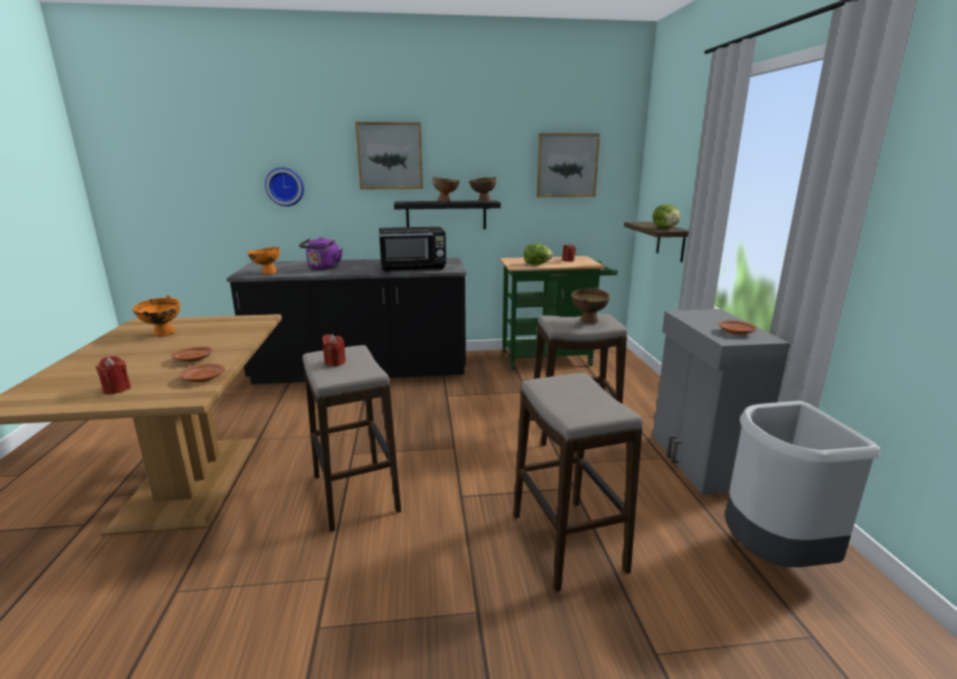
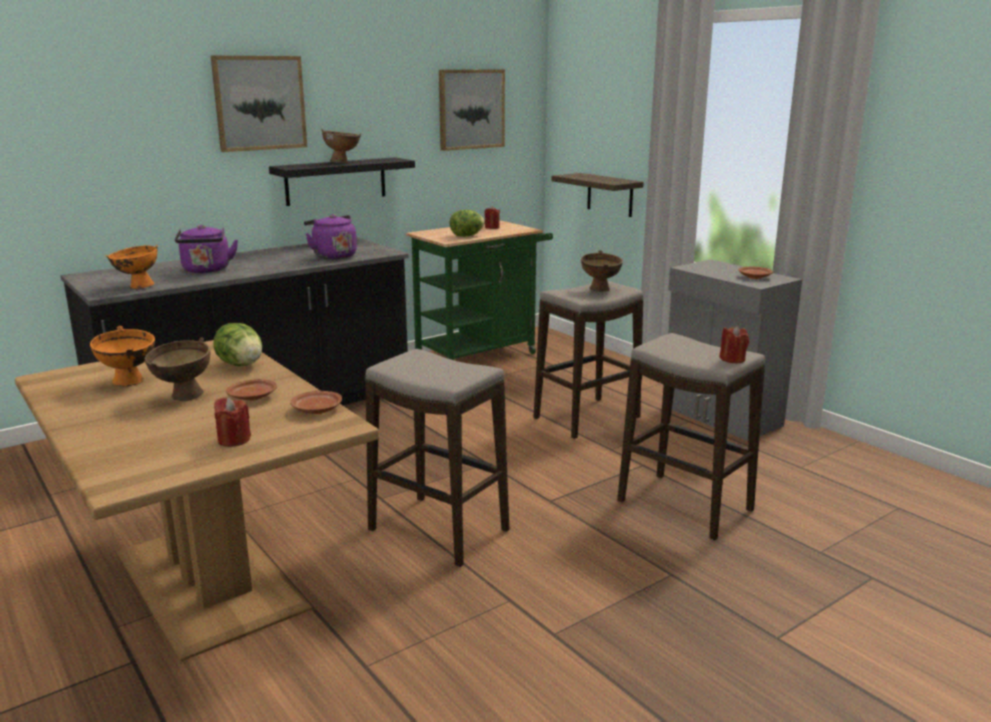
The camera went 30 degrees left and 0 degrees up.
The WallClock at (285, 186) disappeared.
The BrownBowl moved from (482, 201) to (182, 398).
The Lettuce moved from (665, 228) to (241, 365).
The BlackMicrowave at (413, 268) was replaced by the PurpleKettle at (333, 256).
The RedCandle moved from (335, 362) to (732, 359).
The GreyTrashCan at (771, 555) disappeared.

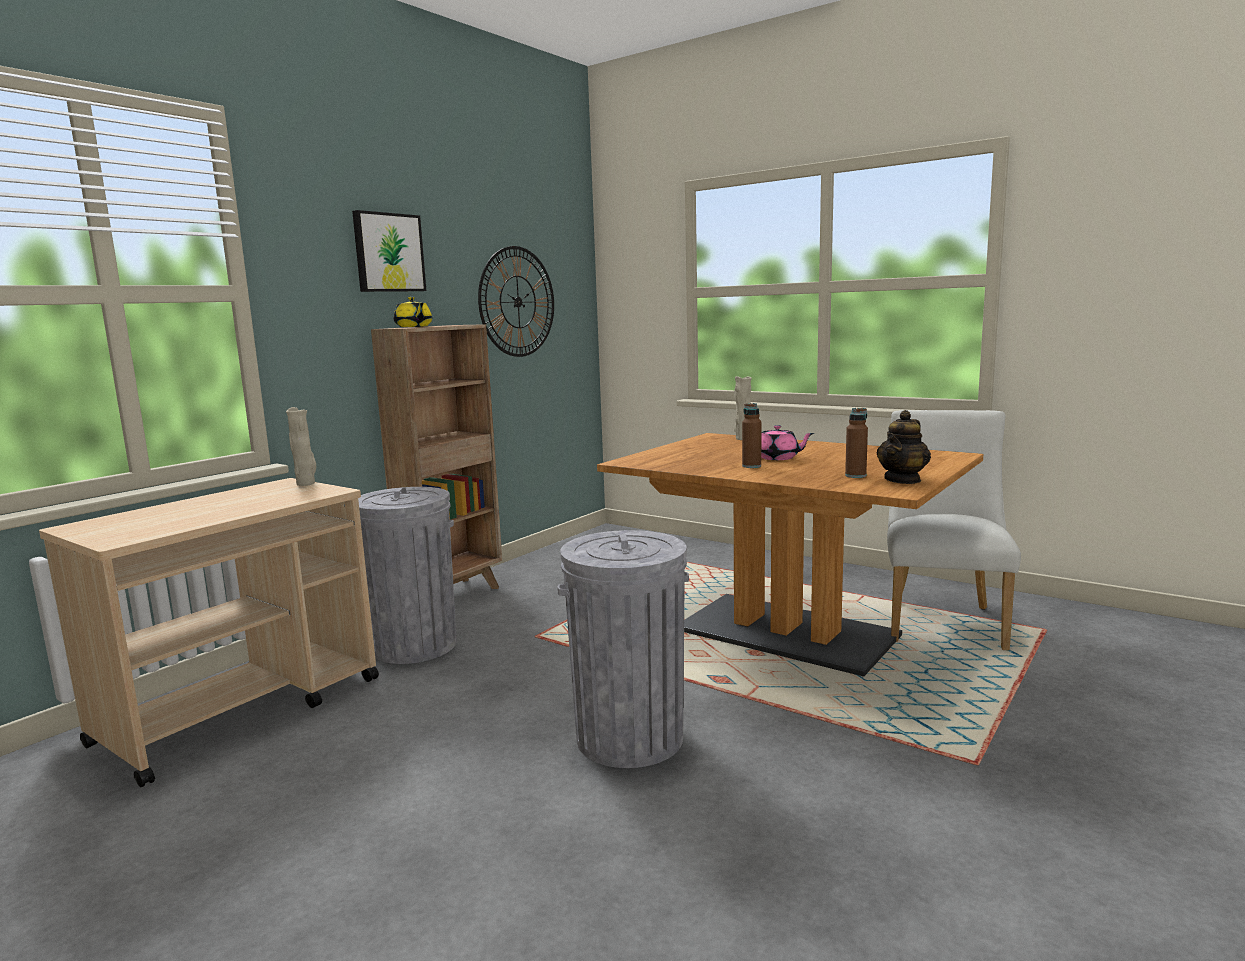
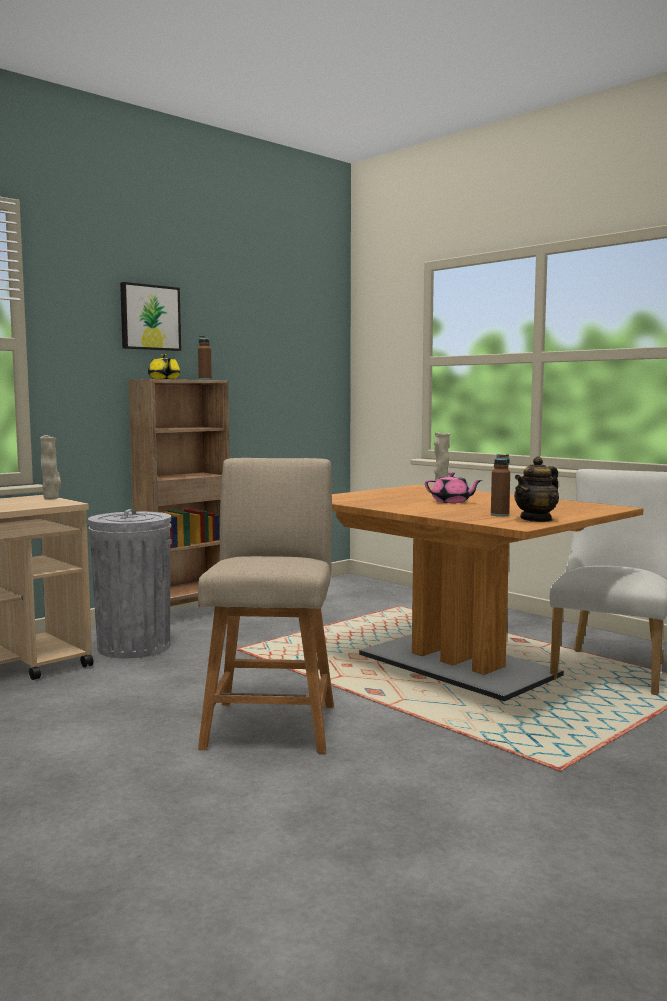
The camera went 10 degrees right and 5 degrees down.
The WallClock at (517, 302) disappeared.
The BrownBottle moved from (751, 466) to (205, 380).
The GreyTrashCan at (630, 737) was replaced by the BeigeChair at (271, 723).

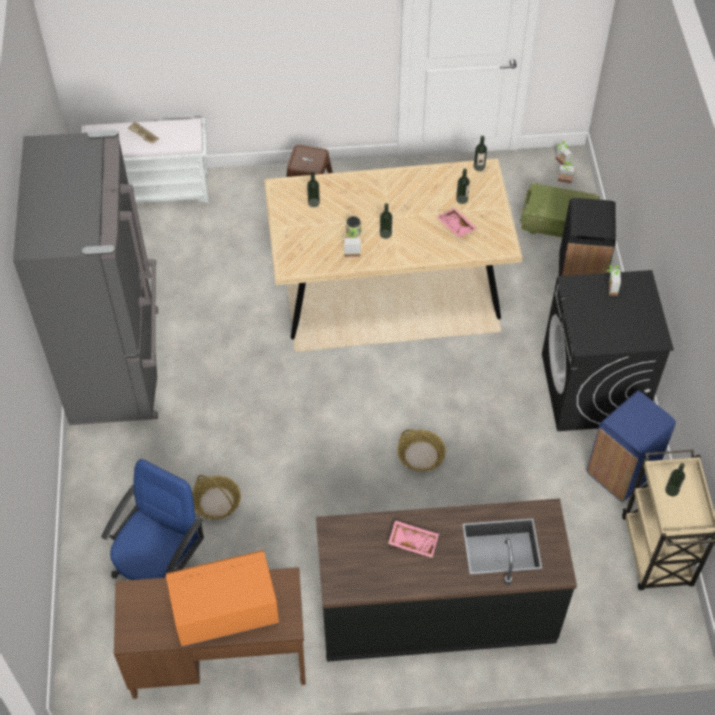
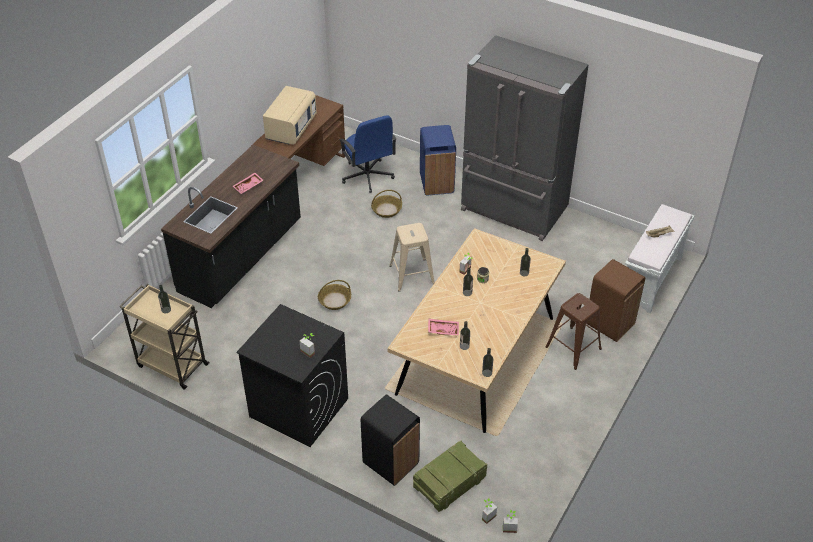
The camera went 125 degrees right and 10 degrees down.
The BlueTrashCan moved from (620, 472) to (437, 183).
The OrangeMicrowave at (225, 611) became the BeigeMicrowave at (291, 128).
The BeigeStool at (411, 274) appeared.
The BrownTrashCan at (610, 324) appeared.

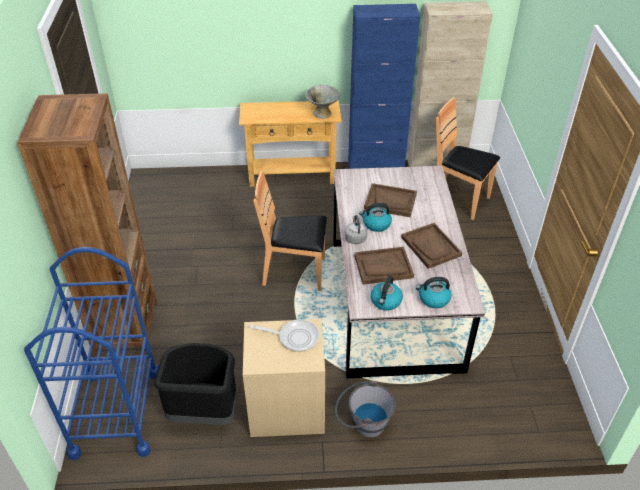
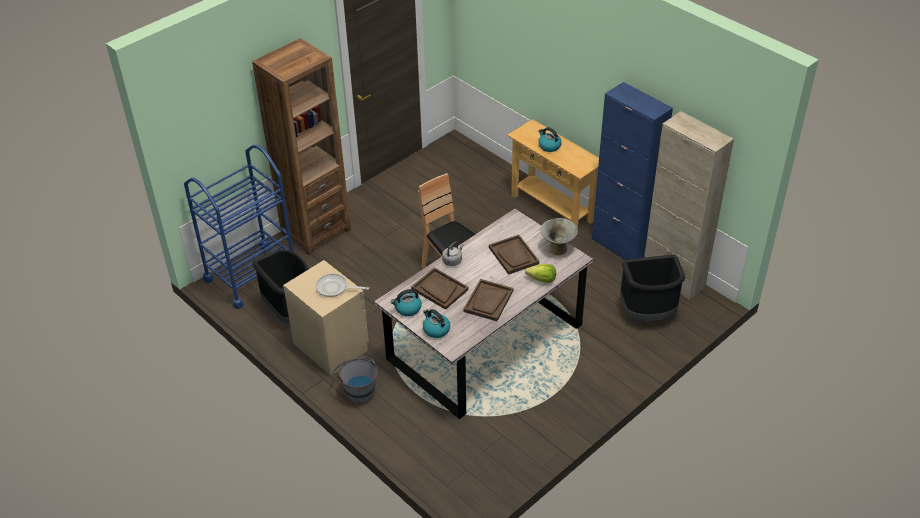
The camera went 50 degrees right and 0 degrees up.
The GreyBowl moved from (322, 113) to (558, 248).
The BrownChair at (458, 200) was replaced by the BlackTrashCan at (648, 314).
The Kettle moved from (376, 224) to (549, 146).
The FryingPan at (295, 337) turned 135 degrees clockwise.
The Lettuce at (542, 280) appeared.

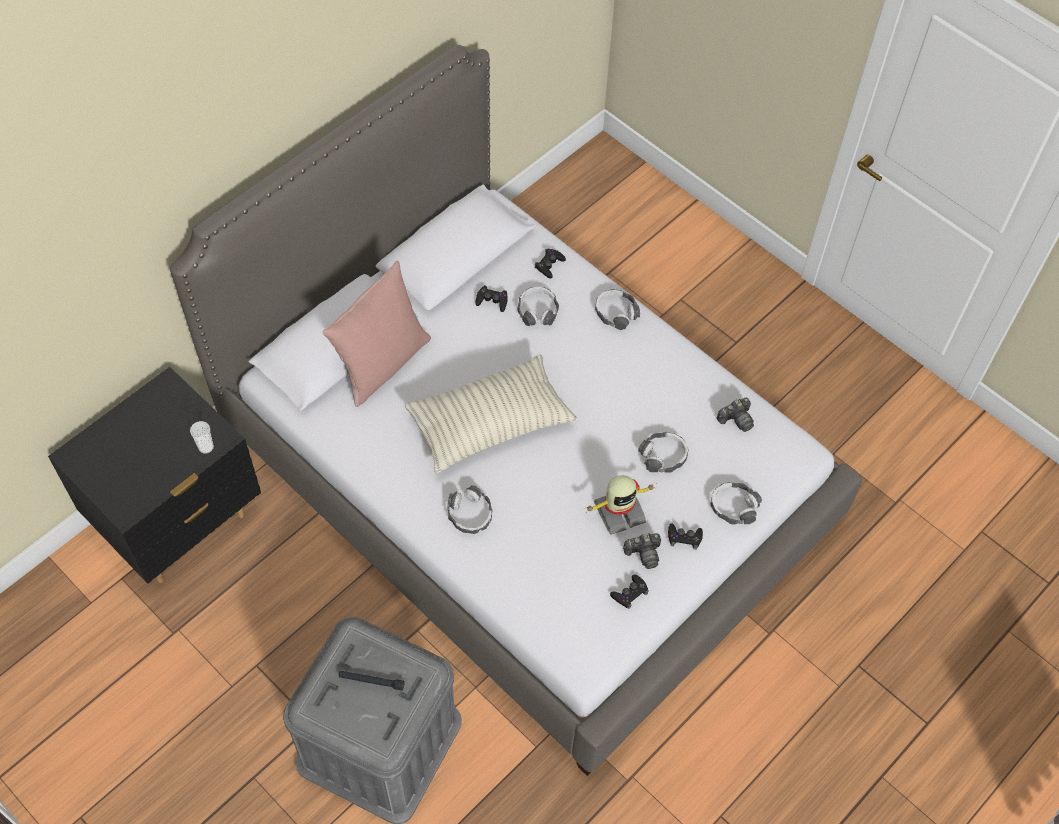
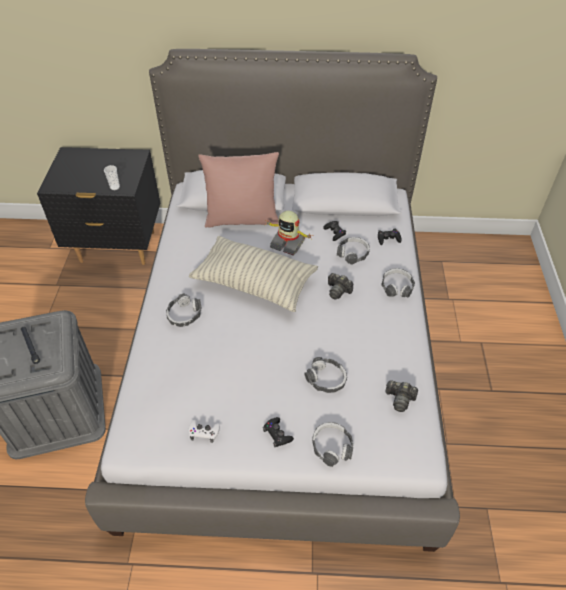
The camera went 50 degrees right and 10 degrees down.
The ToyRobot moved from (618, 511) to (288, 243).
The PhotoCamera moved from (643, 553) to (338, 291).
The BlackGameController at (629, 593) became the WhiteGameController at (204, 432).

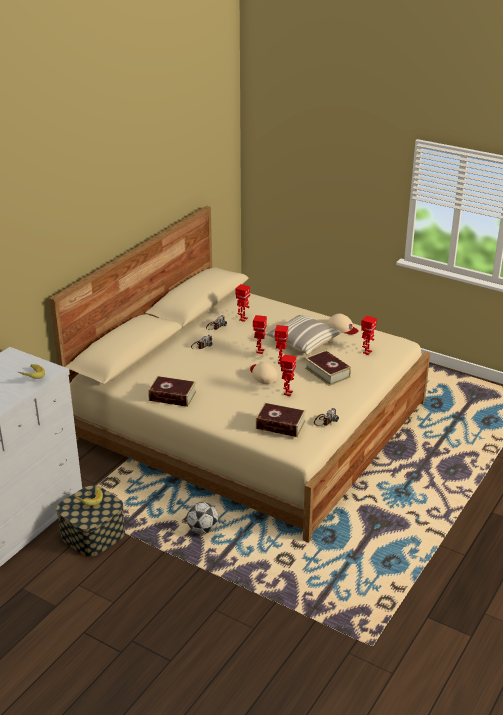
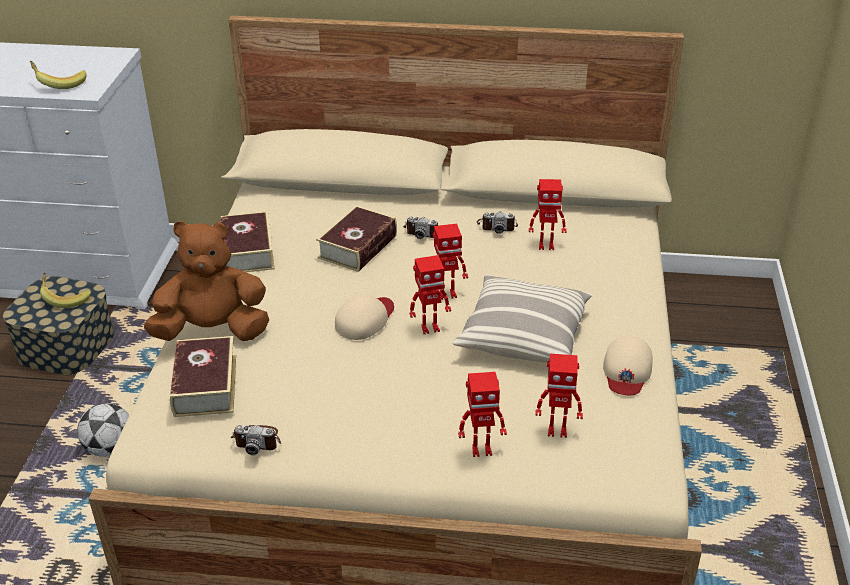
The camera went 65 degrees right and 5 degrees up.
The Book moved from (327, 372) to (358, 247).
The ToyRobot moved from (287, 393) to (481, 450).
The BrownPlushToy at (213, 331) appeared.

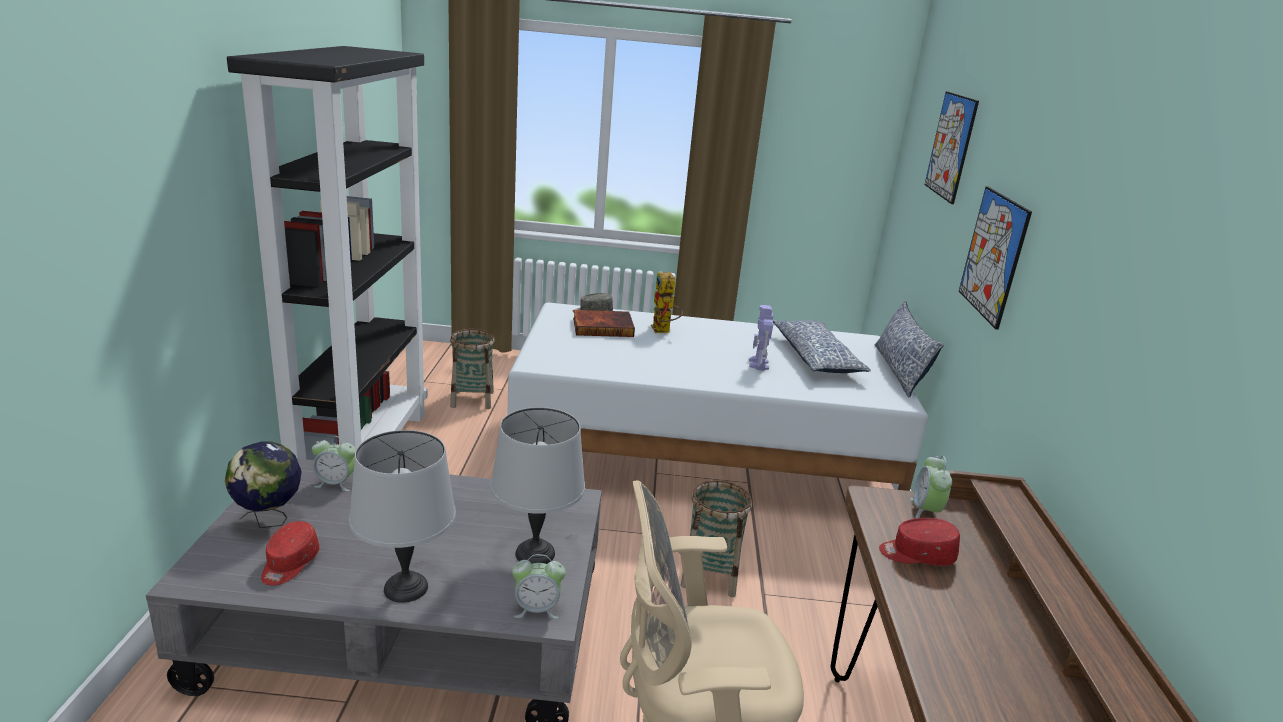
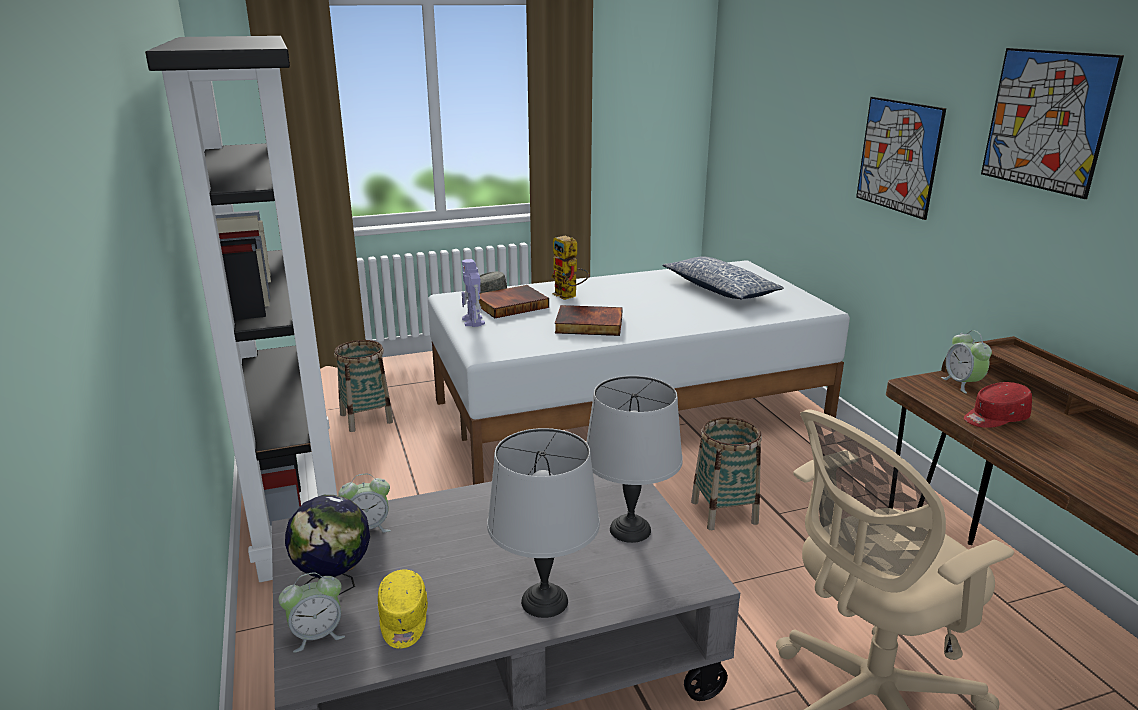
The camera went 20 degrees left and 0 degrees up.
The Picture moved from (950, 146) to (1046, 120).
The Pillow at (899, 370) disappeared.
The ToyRobot moved from (758, 364) to (473, 321).
The RedCap at (289, 564) became the YellowCap at (403, 620).
The AlarmClock moved from (537, 609) to (317, 635).
The Book at (588, 325) appeared.

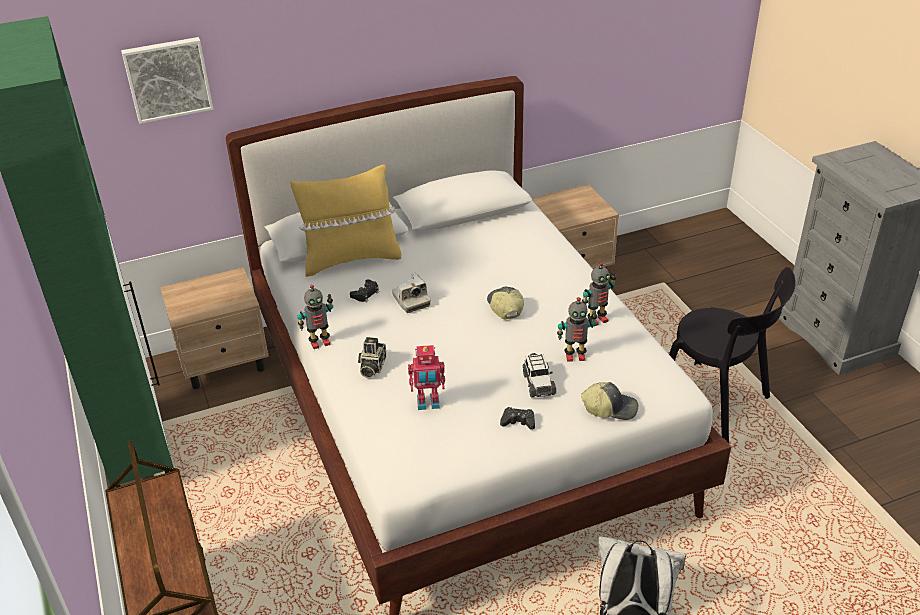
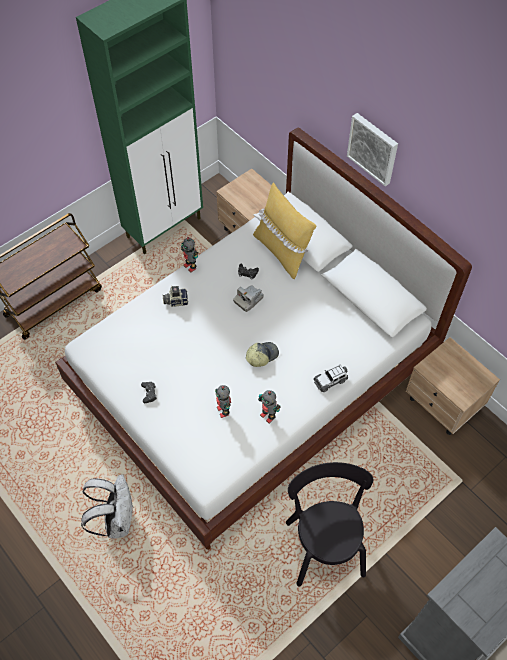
The camera went 70 degrees right and 20 degrees up.
The Picture moved from (167, 79) to (373, 148).
The BlackChair at (716, 405) turned 150 degrees clockwise.
The ToyRobot at (428, 404) disappeared.
The ToyCar moved from (538, 383) to (330, 380).
The Cap at (610, 408) disappeared.

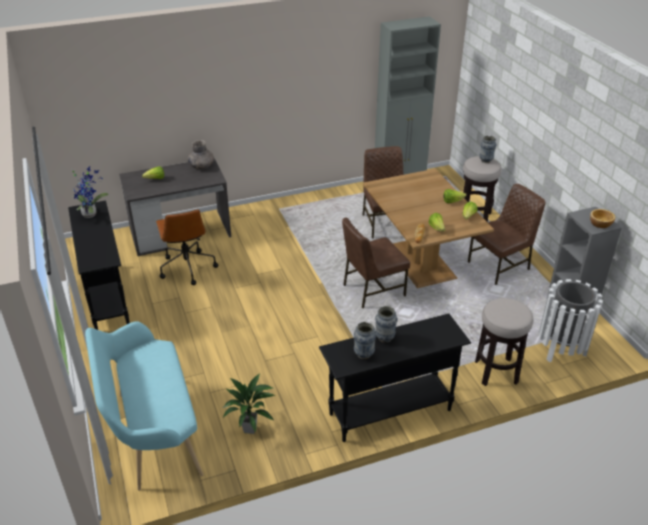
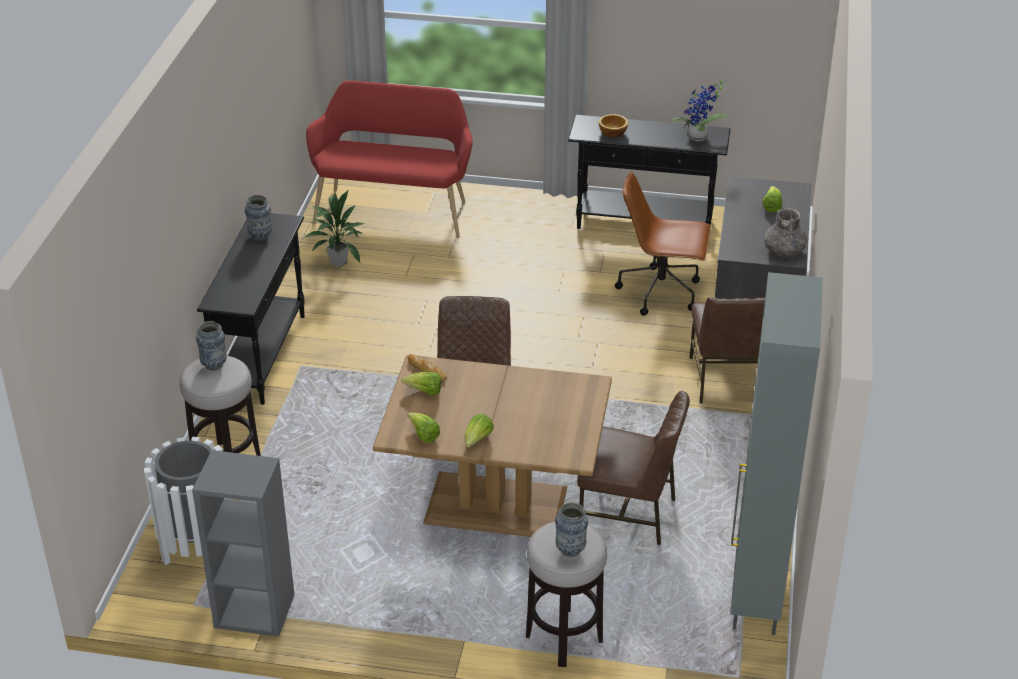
The camera went 120 degrees right and 0 degrees up.
The BrownChair moved from (500, 266) to (727, 380).
The Bowl moved from (600, 224) to (612, 132).
The Vase moved from (384, 338) to (214, 365).
The TurquoiseBench at (152, 433) became the RedBench at (394, 210).

